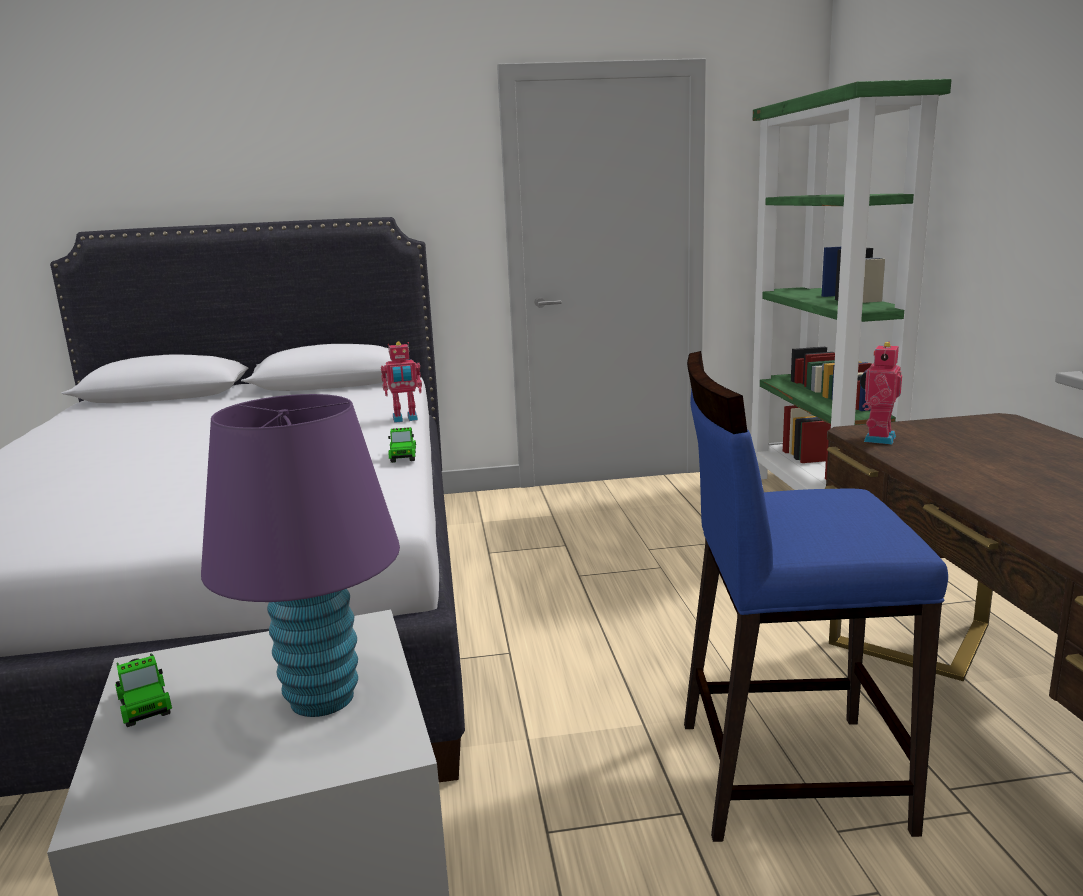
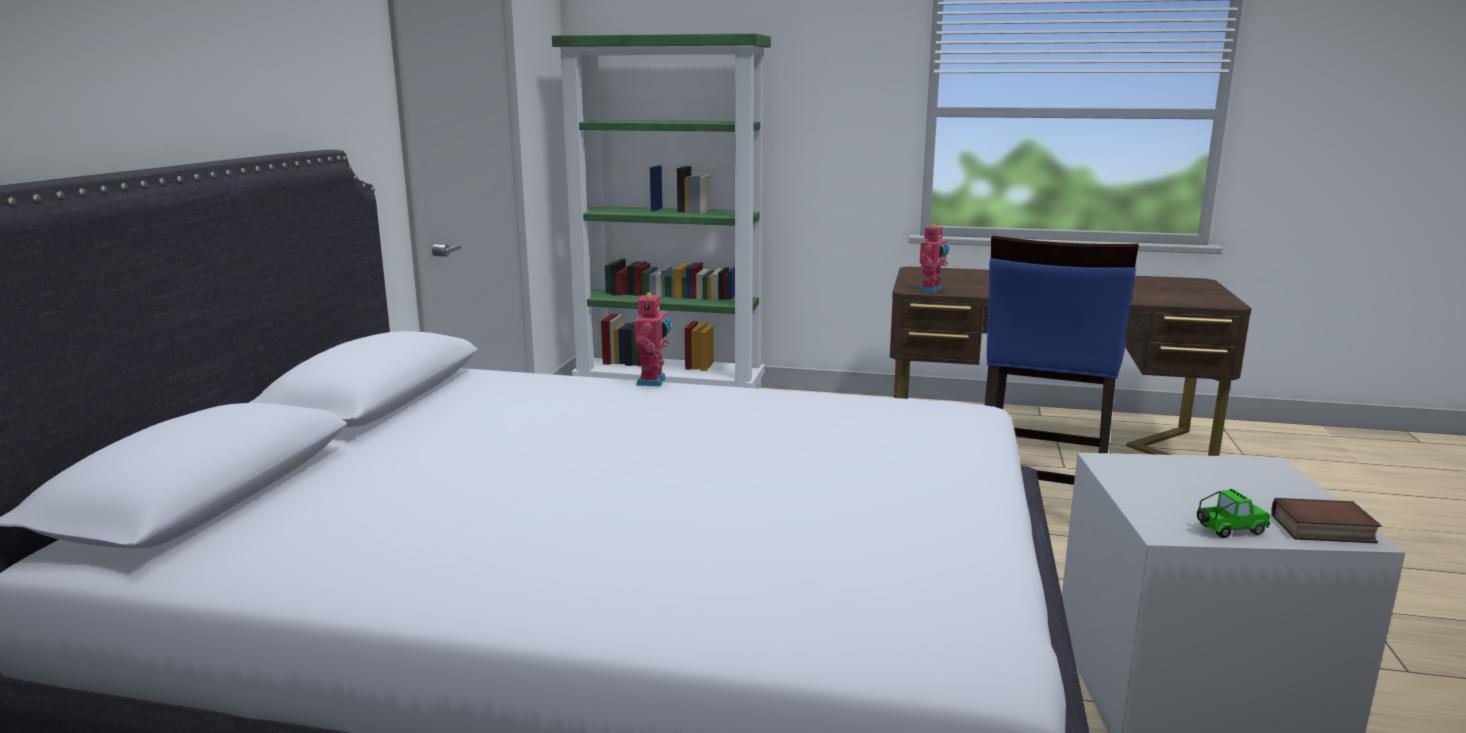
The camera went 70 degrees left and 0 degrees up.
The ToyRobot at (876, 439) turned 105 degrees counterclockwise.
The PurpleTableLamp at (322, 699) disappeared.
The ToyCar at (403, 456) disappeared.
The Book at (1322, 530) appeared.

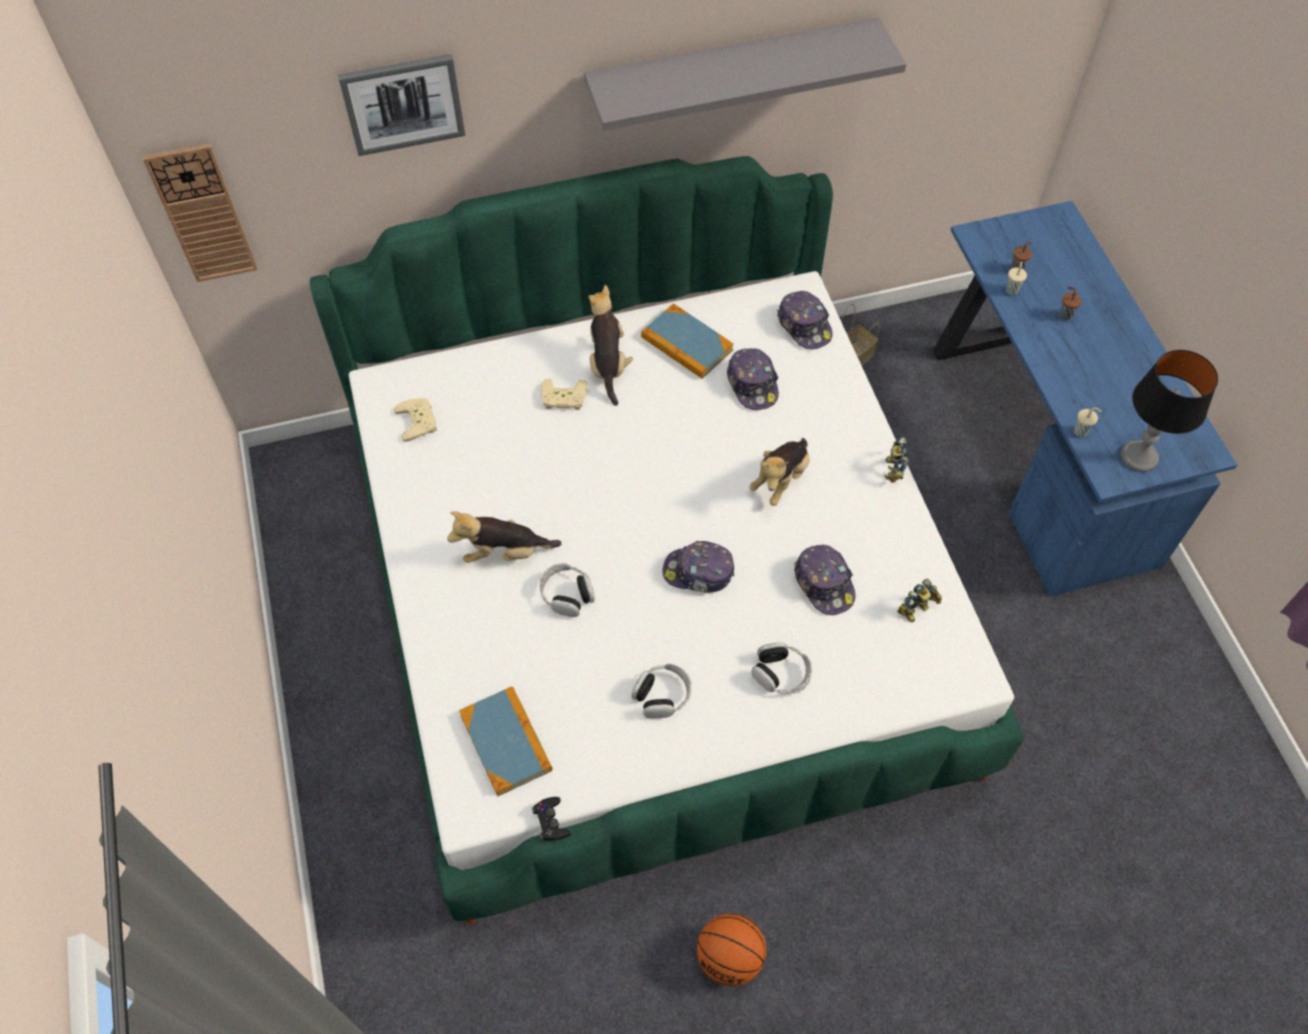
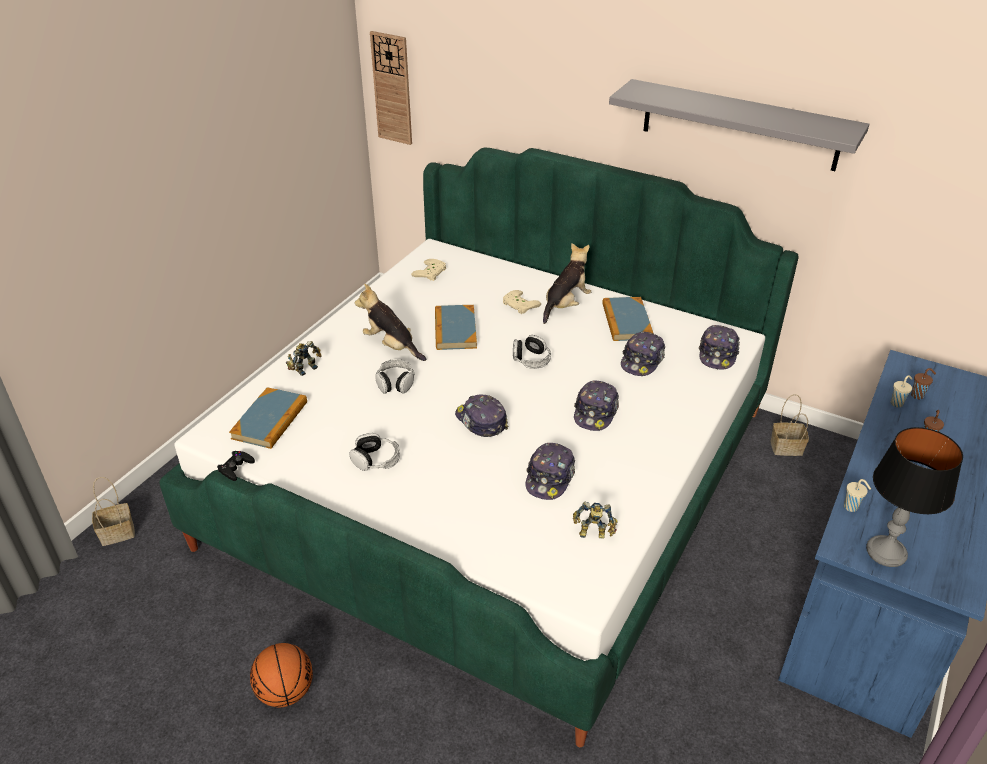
The camera went 45 degrees right and 20 degrees down.
The Picture at (403, 103) disappeared.
The ToyRobot moved from (892, 469) to (304, 368).
The PlushToy at (780, 479) was replaced by the Cap at (595, 412).
The Headphones moved from (781, 674) to (531, 359).
The Book at (455, 330) appeared.
The Basket at (118, 532) appeared.

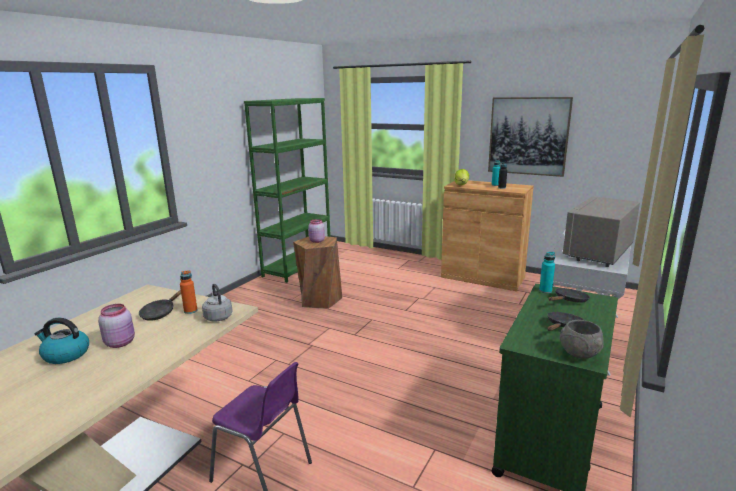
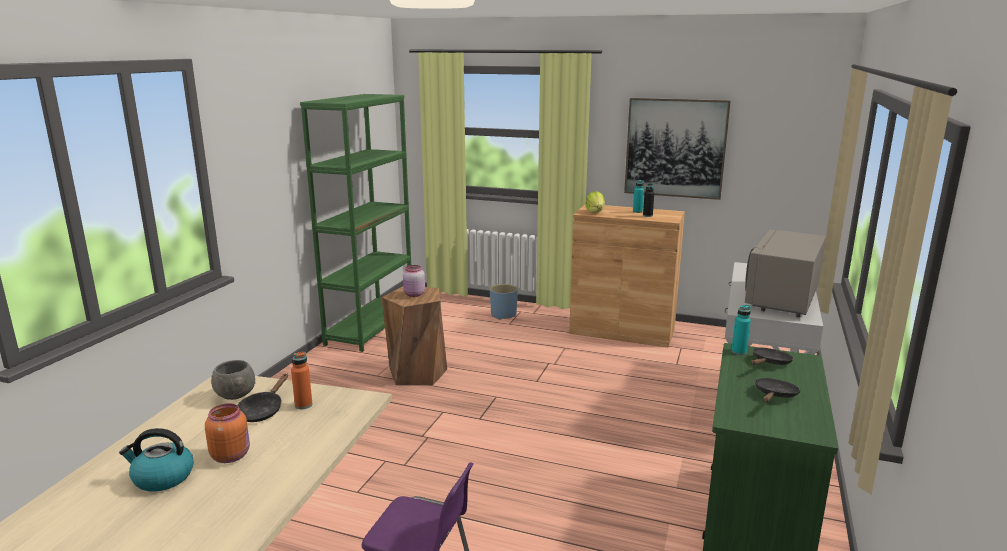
The camera went 10 degrees left and 0 degrees up.
The GreyKettle at (218, 317) disappeared.
The PinkJar at (121, 342) became the OrangeJar at (231, 455).
The GreyBowl moved from (580, 355) to (235, 397).
The BluePlanter at (503, 315) appeared.

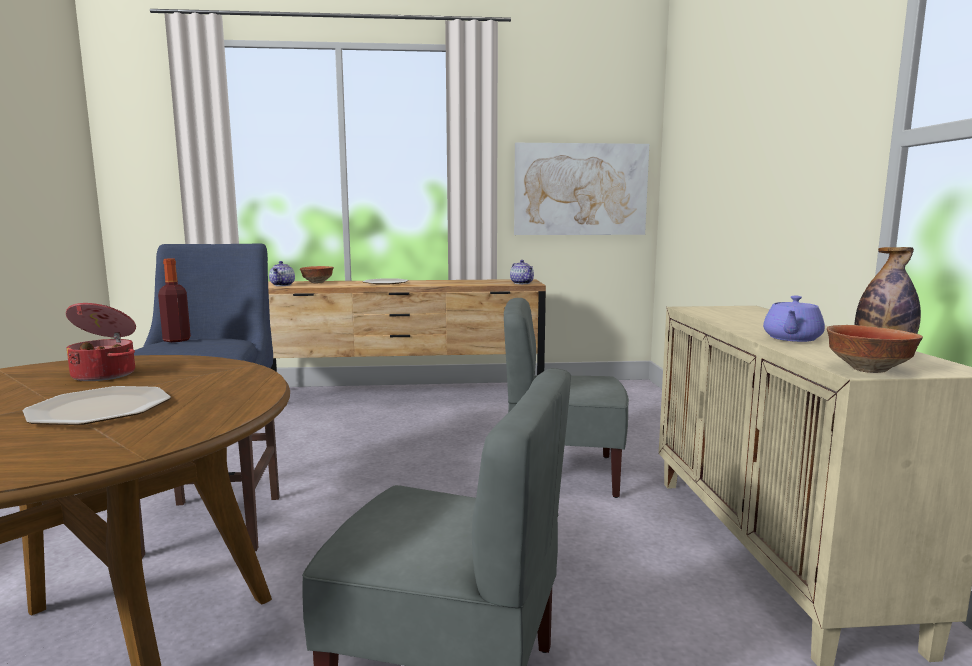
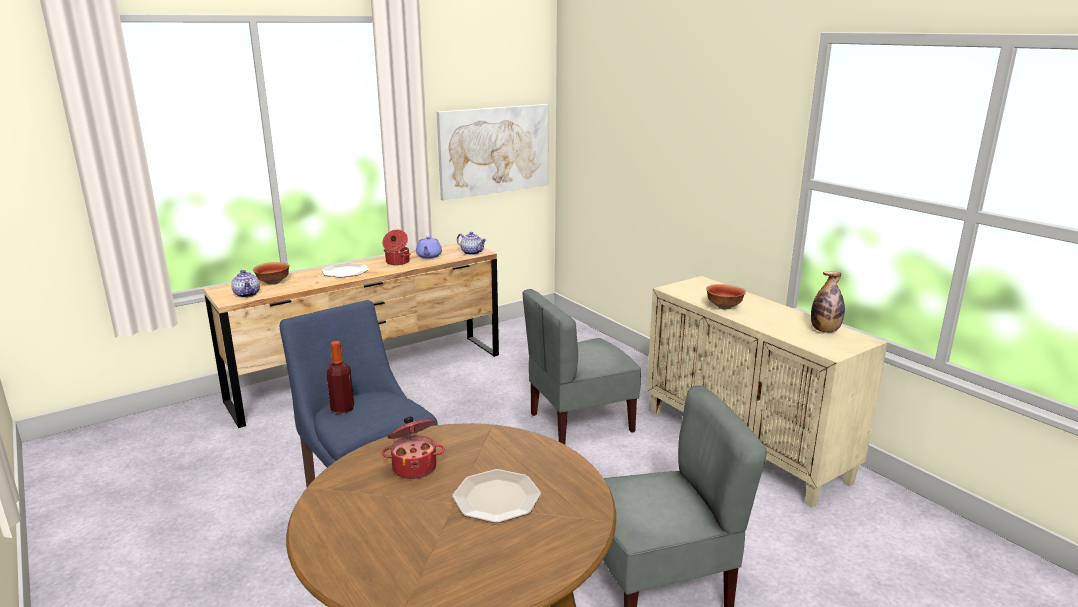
The camera went 30 degrees left and 10 degrees up.
The PurpleTeapot moved from (792, 339) to (429, 256).
The Bowl moved from (867, 369) to (723, 306).
The CookingPot at (397, 262) appeared.

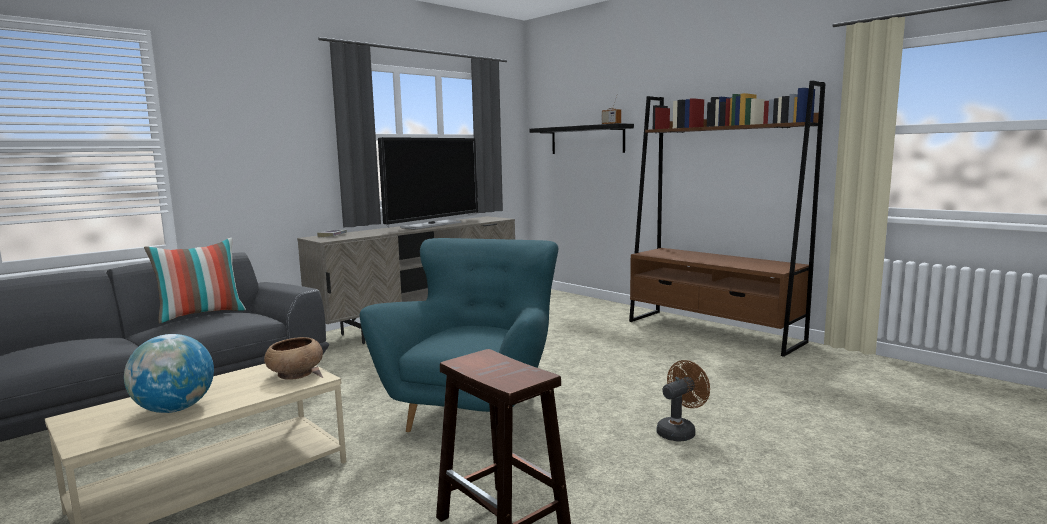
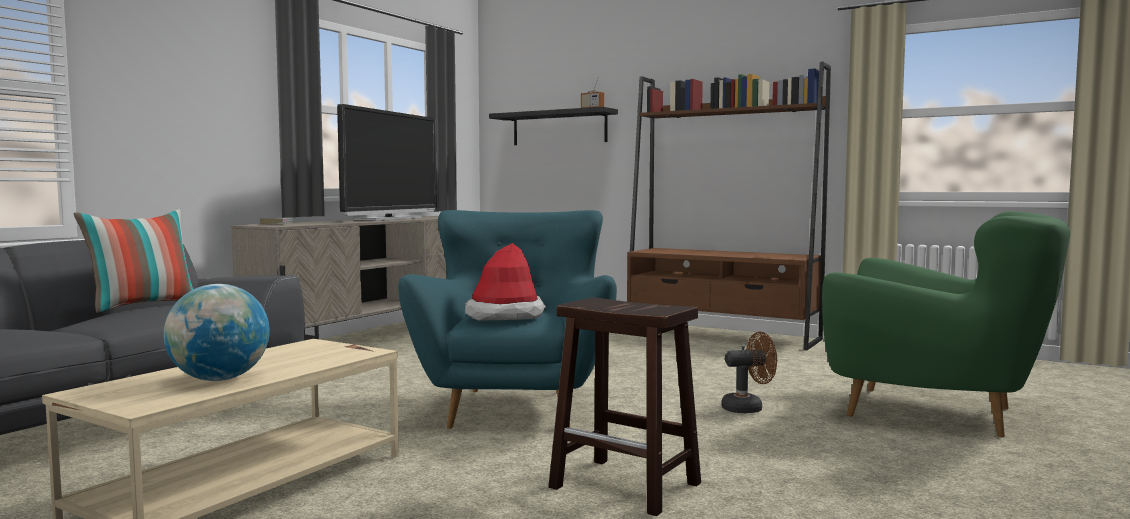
The camera went 15 degrees left and 5 degrees down.
The BrownBowl at (295, 374) disappeared.
The BrownFan at (679, 431) turned 45 degrees clockwise.
The GreenArmchair at (934, 412) appeared.
The Hat at (505, 315) appeared.

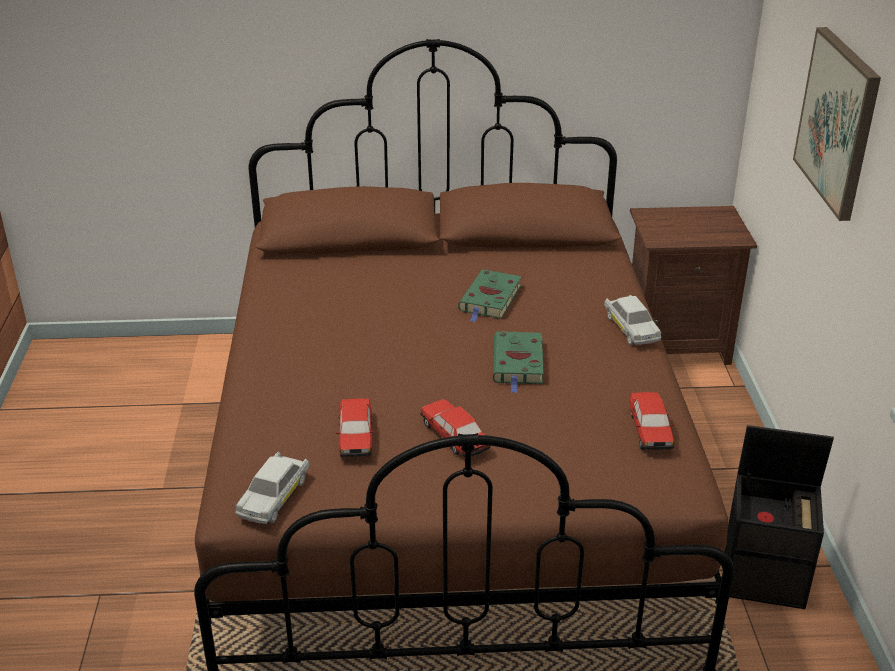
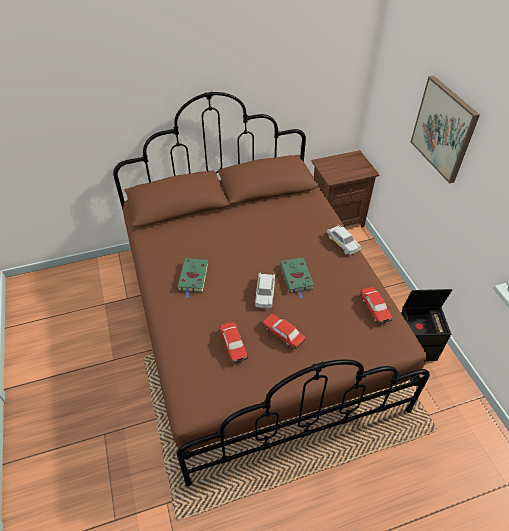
The camera went 15 degrees left and 15 degrees up.
The GreenBook moved from (490, 300) to (193, 278).
The WhiteToyCar moved from (274, 497) to (265, 293).

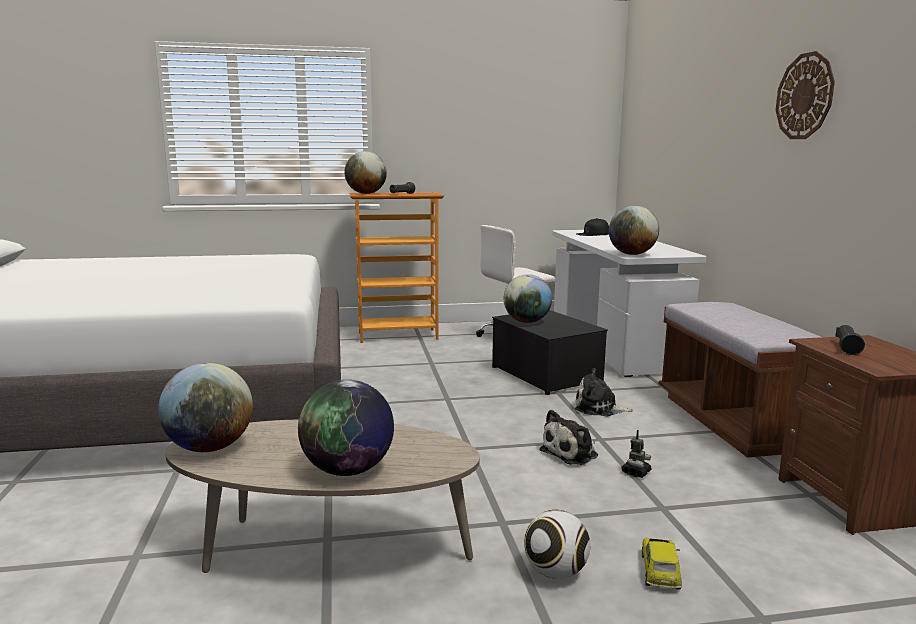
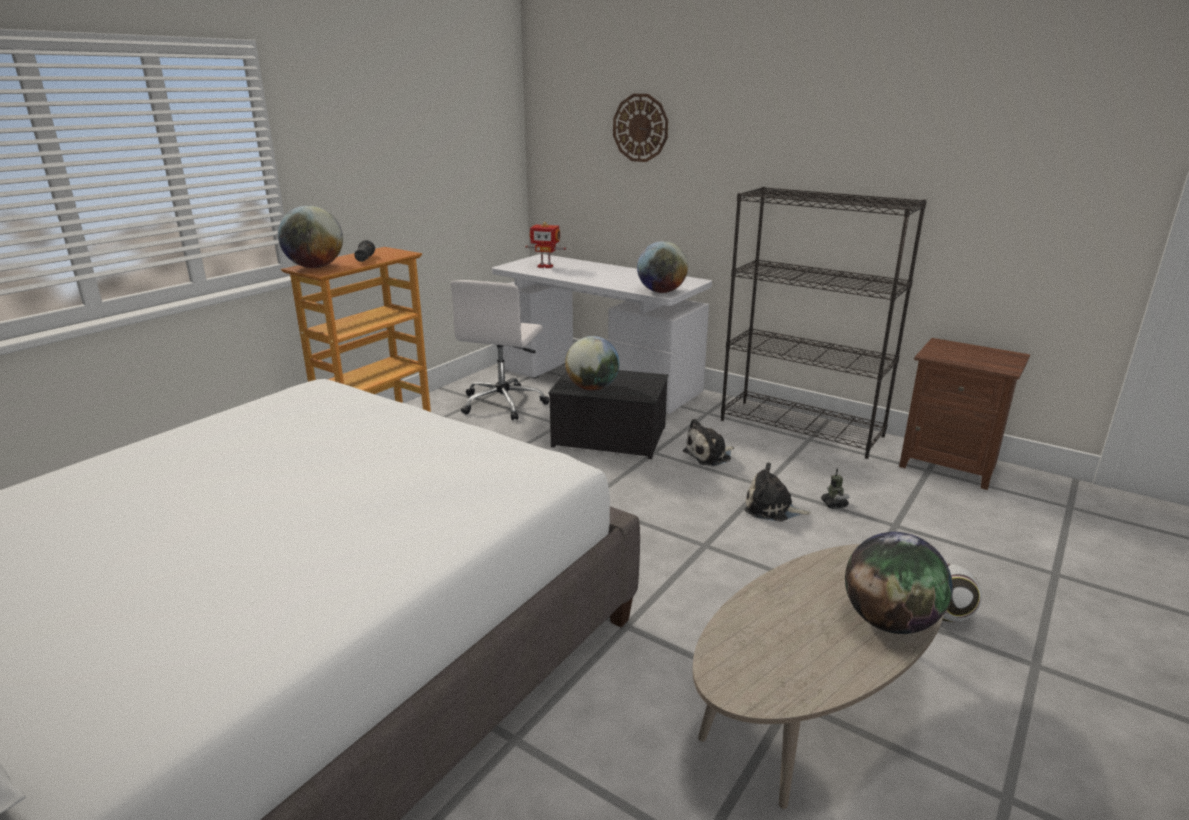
The camera went 45 degrees left and 10 degrees up.
The WallClock moved from (805, 96) to (640, 128).
The BlackCap at (593, 234) was replaced by the ToyRobot at (545, 266).
The BrownBench at (734, 422) was replaced by the BlackBookcase at (802, 428).
The BlackFlashlight at (847, 348) disappeared.
The Globe at (210, 447) disappeared.
The PlushToy at (572, 453) turned 105 degrees clockwise.
The ToyCar at (661, 572) disappeared.

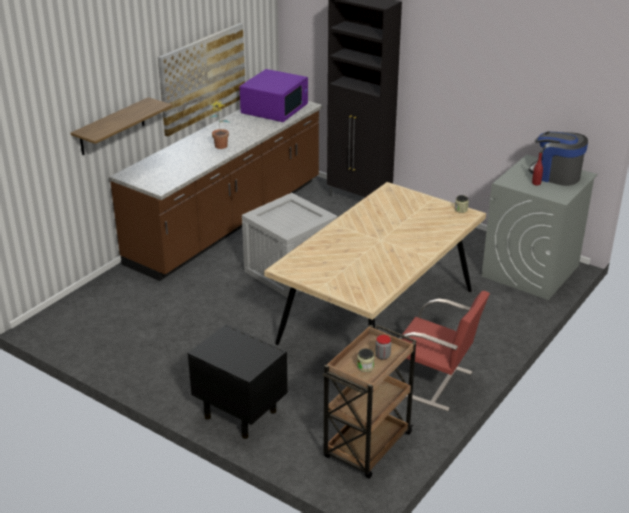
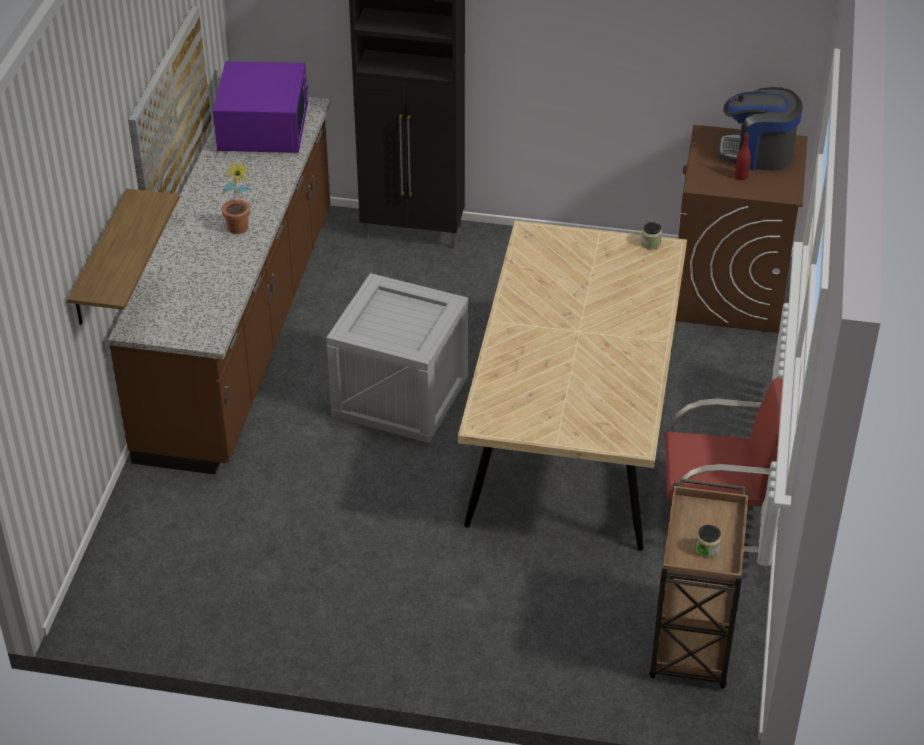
The camera went 25 degrees left and 10 degrees up.
The GreyWashingMachine at (530, 271) became the BrownWashingMachine at (728, 291).
The BlackNightstand at (239, 414) disappeared.
The Jar at (382, 356) disappeared.

